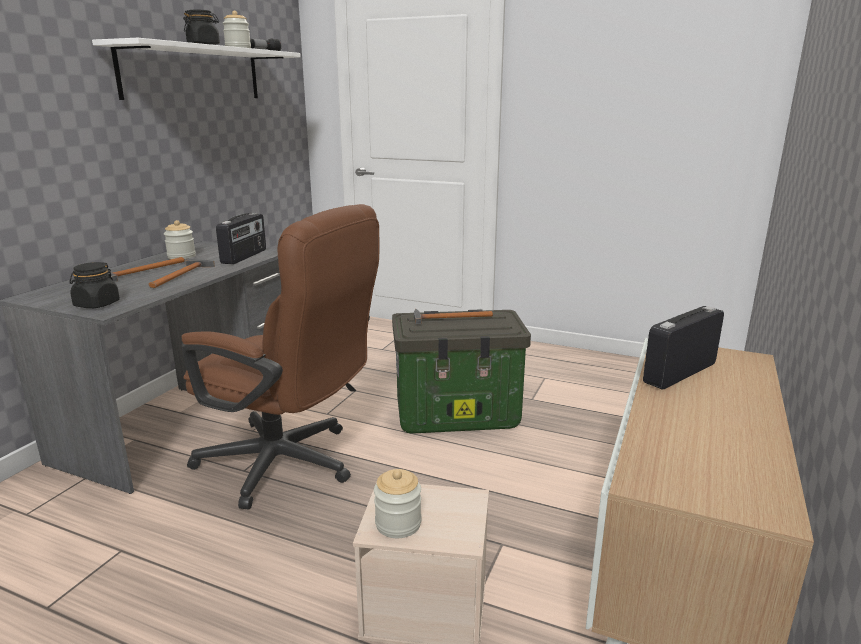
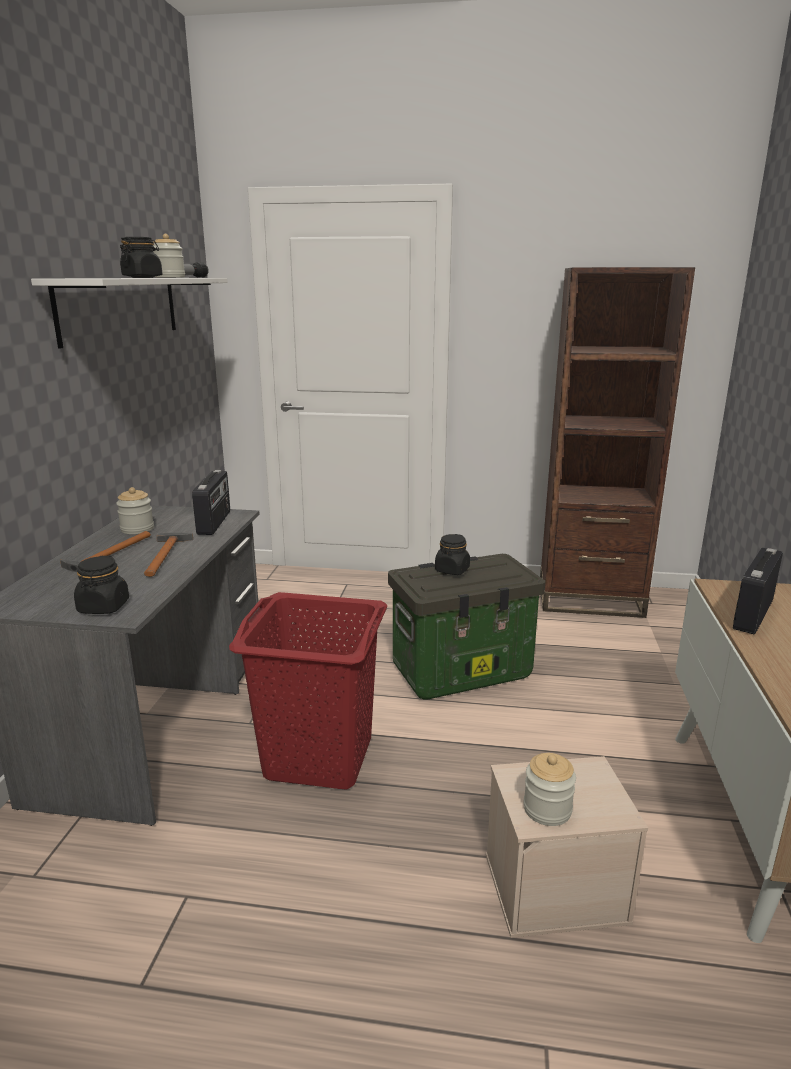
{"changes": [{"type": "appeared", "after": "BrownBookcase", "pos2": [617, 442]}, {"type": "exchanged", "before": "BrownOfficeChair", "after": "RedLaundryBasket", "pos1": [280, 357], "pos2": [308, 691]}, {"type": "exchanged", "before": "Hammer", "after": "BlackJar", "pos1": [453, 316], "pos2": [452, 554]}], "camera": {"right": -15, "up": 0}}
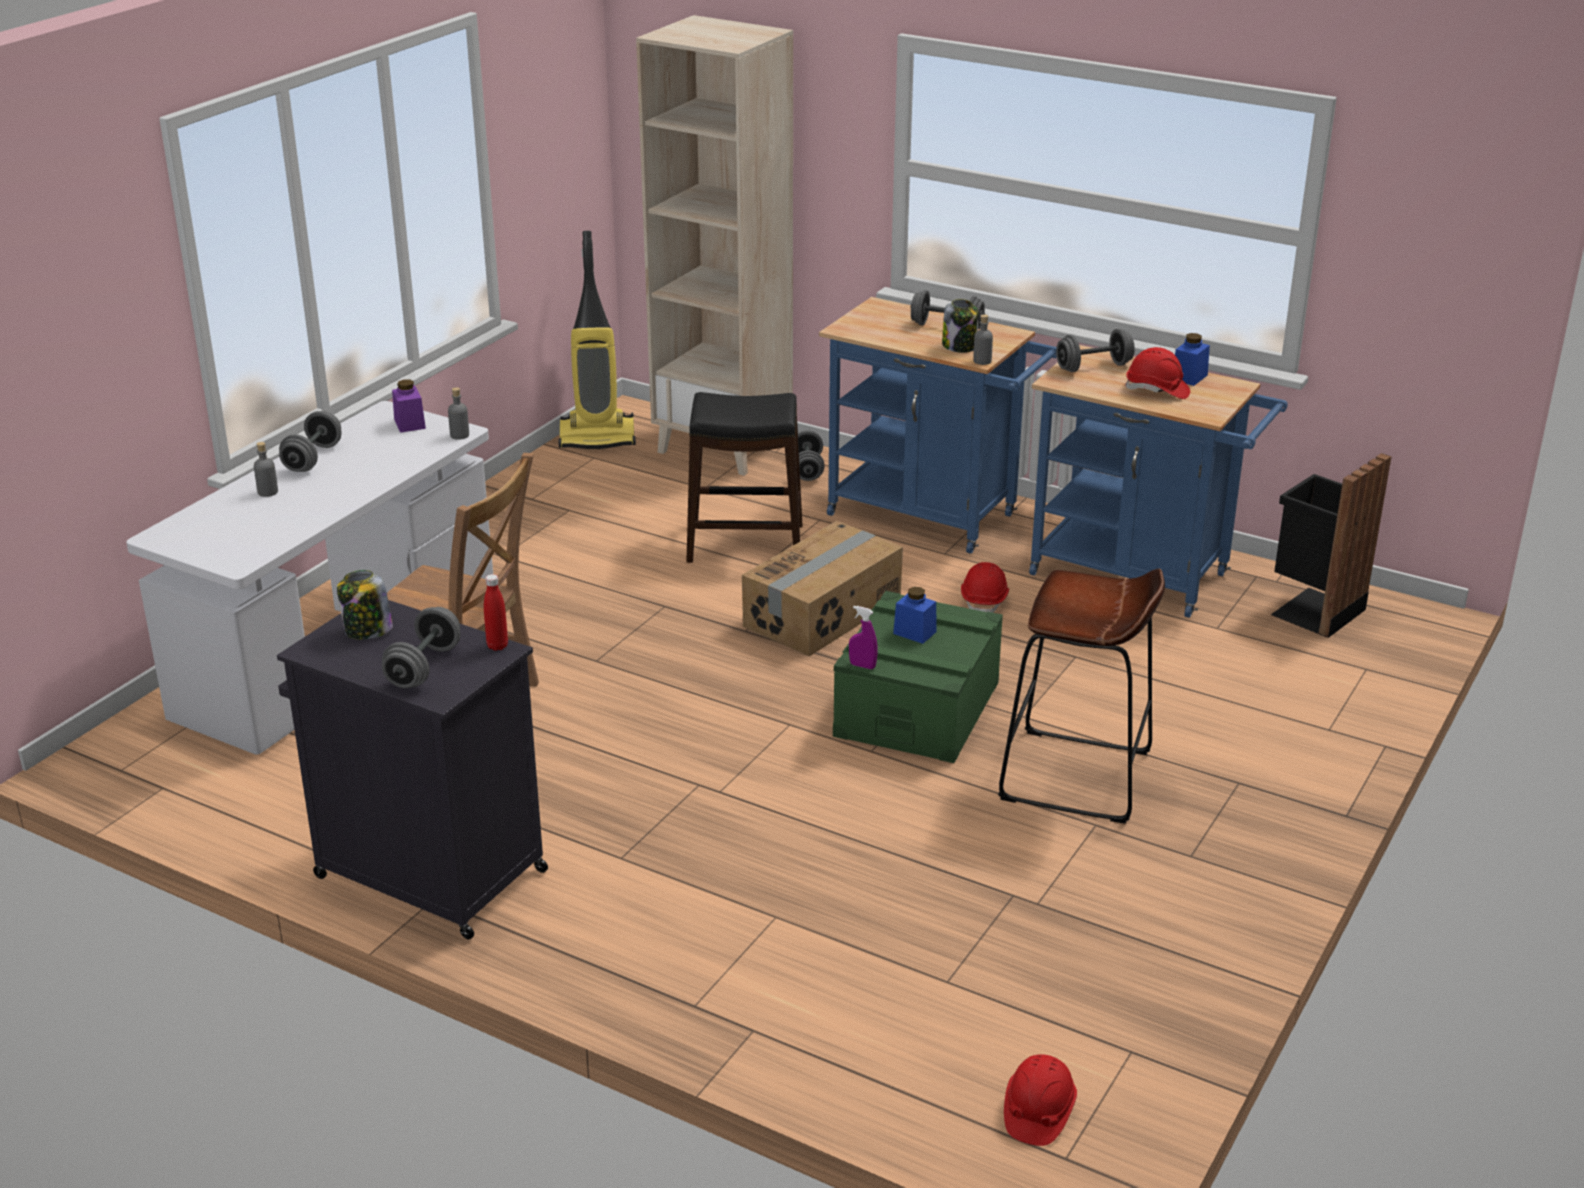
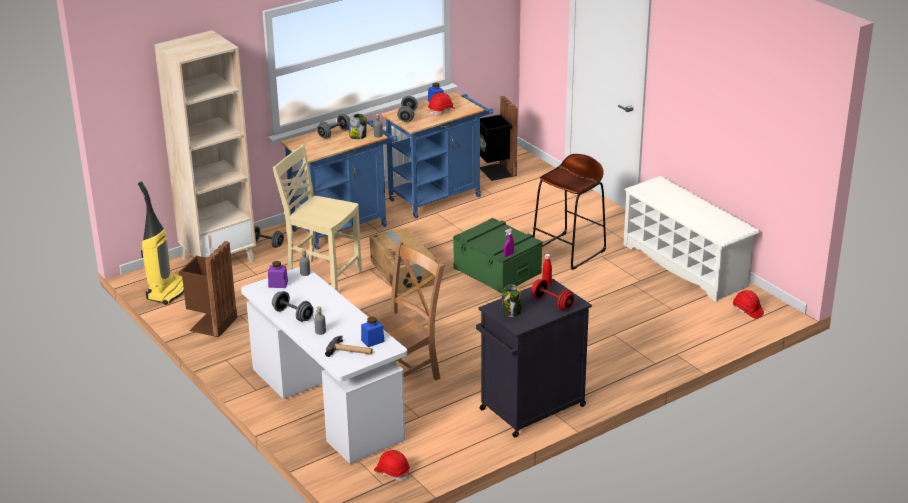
{"changes": [{"type": "appeared", "after": "BrownTrashCan", "pos2": [208, 289]}, {"type": "appeared", "after": "Hammer", "pos2": [349, 346]}, {"type": "appeared", "after": "WhiteShoeRack", "pos2": [691, 239]}, {"type": "relocated", "before": "BlueJar", "pos1": [915, 615], "pos2": [373, 332]}, {"type": "relocated", "before": "RedHardHat", "pos1": [985, 587], "pos2": [392, 465]}, {"type": "exchanged", "before": "BlackStool", "after": "BeigeChair", "pos1": [744, 477], "pos2": [317, 218]}, {"type": "colour", "before": "GreyDumbbell", "after": "RedDumbbell", "pos1": [421, 647], "pos2": [553, 294]}], "camera": {"right": -65, "up": 0}}
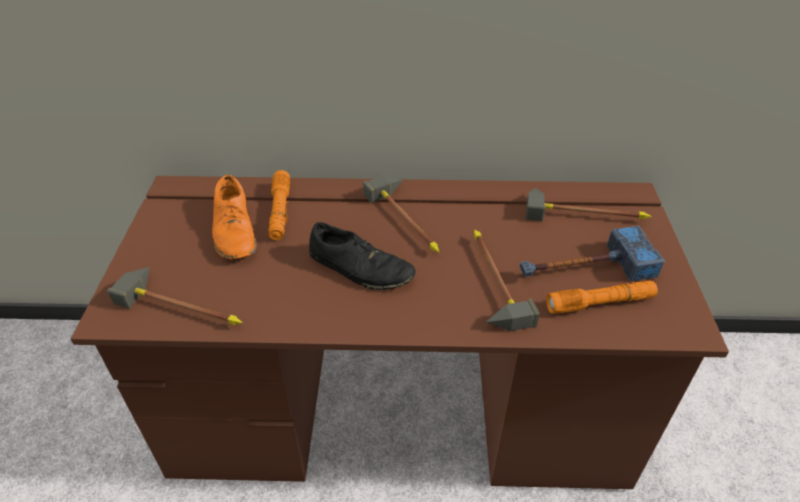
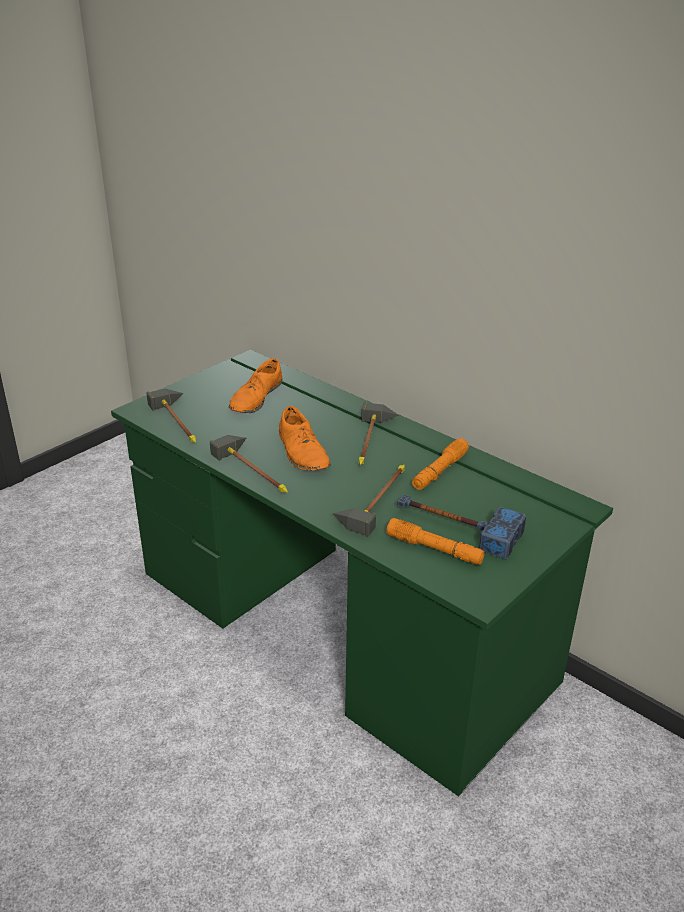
{"changes": [{"type": "relocated", "before": "OrangeFlashlight", "pos1": [279, 205], "pos2": [440, 464]}, {"type": "relocated", "before": "Hammer", "pos1": [588, 204], "pos2": [249, 464]}, {"type": "colour", "before": "BrownDesk", "after": "GreenDesk", "pos1": [400, 332], "pos2": [362, 573]}, {"type": "colour", "before": "BlackShoe", "after": "OrangeShoe", "pos1": [362, 256], "pos2": [305, 438]}], "camera": {"right": 40, "up": -10}}
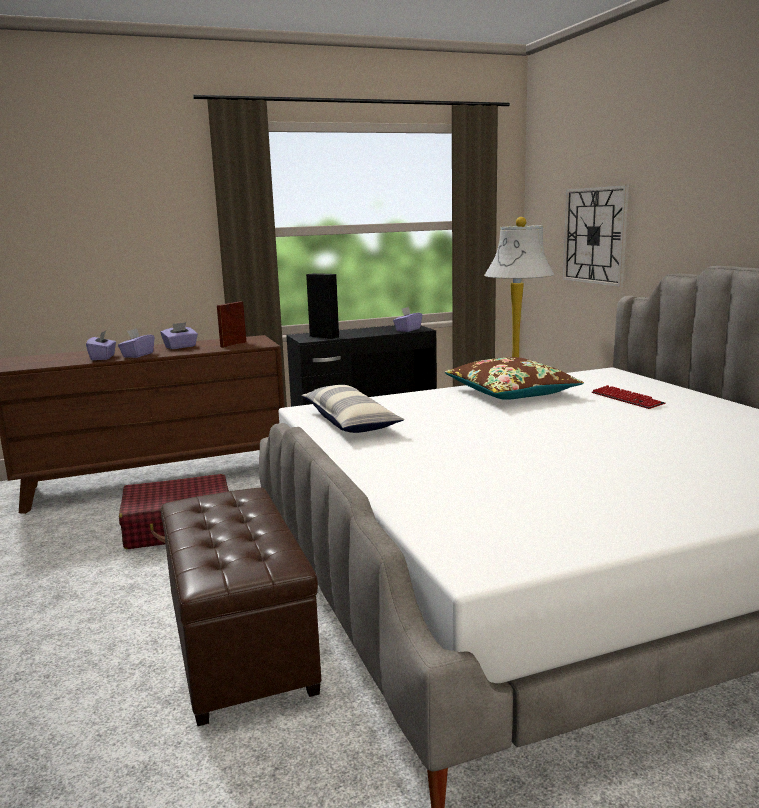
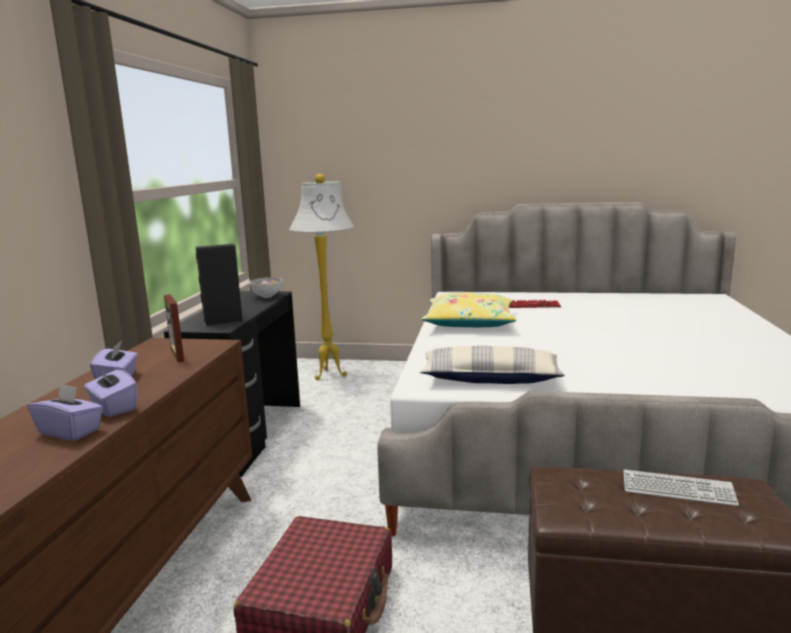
{"changes": [{"type": "missing", "before": "WallClock", "pos1": [596, 236]}, {"type": "appeared", "after": "Keyboard", "pos2": [681, 488]}, {"type": "exchanged", "before": "PurpleTissueBox", "after": "Bowl", "pos1": [407, 319], "pos2": [266, 288]}, {"type": "colour", "before": "BrownPillow", "after": "YellowPillow", "pos1": [514, 378], "pos2": [468, 310]}], "camera": {"right": -60, "up": 0}}
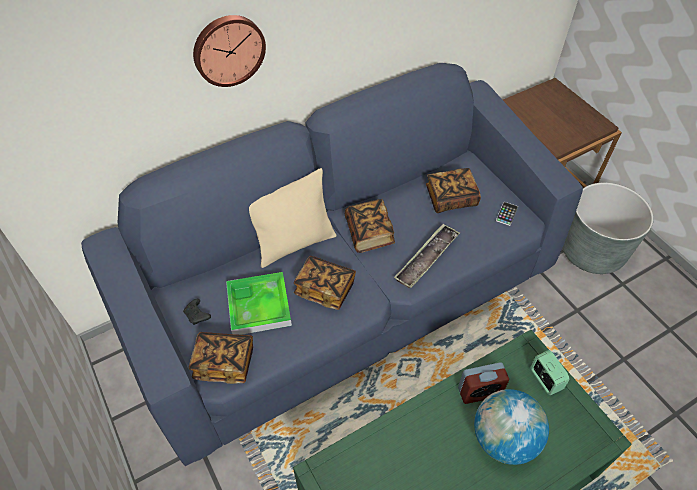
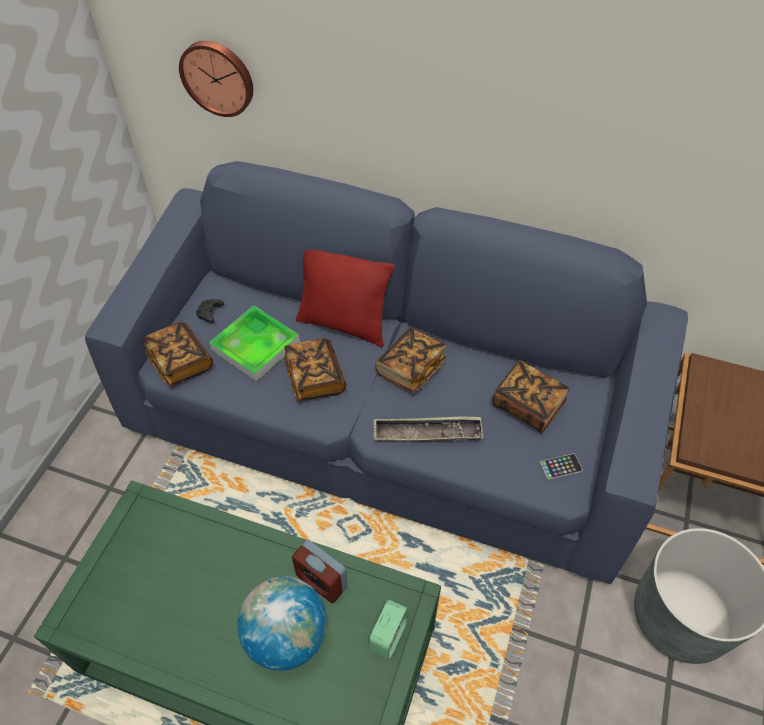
{"changes": [{"type": "relocated", "before": "WallClock", "pos1": [229, 51], "pos2": [216, 79]}, {"type": "colour", "before": "BeigePillow", "after": "RedPillow", "pos1": [292, 218], "pos2": [345, 298]}], "camera": {"right": 50, "up": 0}}
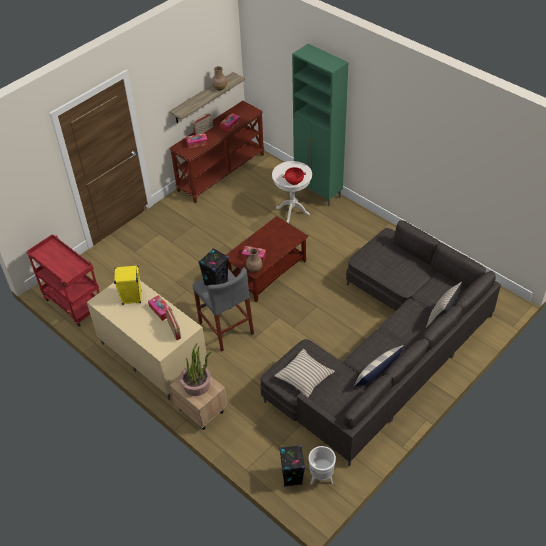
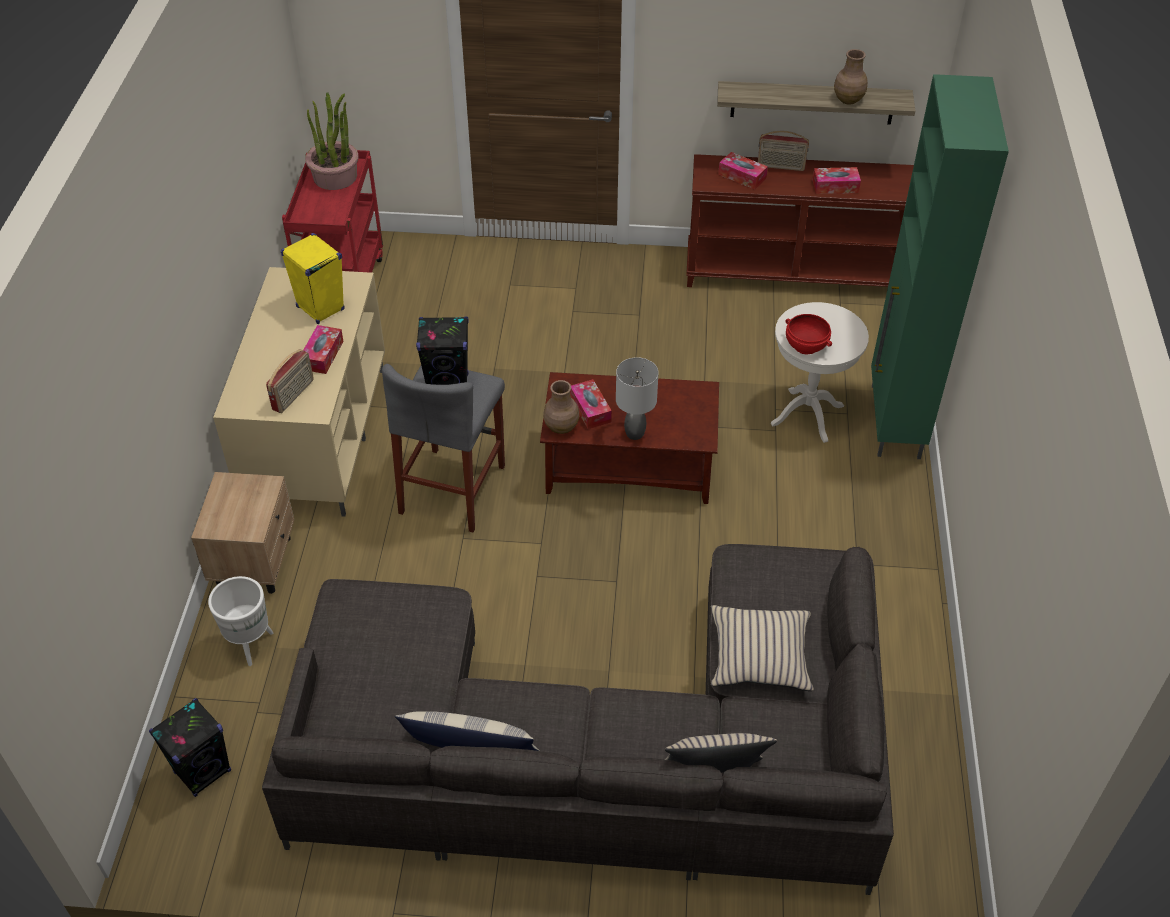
{"changes": [{"type": "appeared", "after": "GreyTableLamp", "pos2": [637, 398]}, {"type": "relocated", "before": "PottedPlant", "pos1": [195, 369], "pos2": [332, 141]}, {"type": "relocated", "before": "BeigePillow", "pos1": [304, 373], "pos2": [762, 648]}, {"type": "relocated", "before": "WhitePlanter", "pos1": [322, 465], "pos2": [240, 621]}], "camera": {"right": 50, "up": 0}}
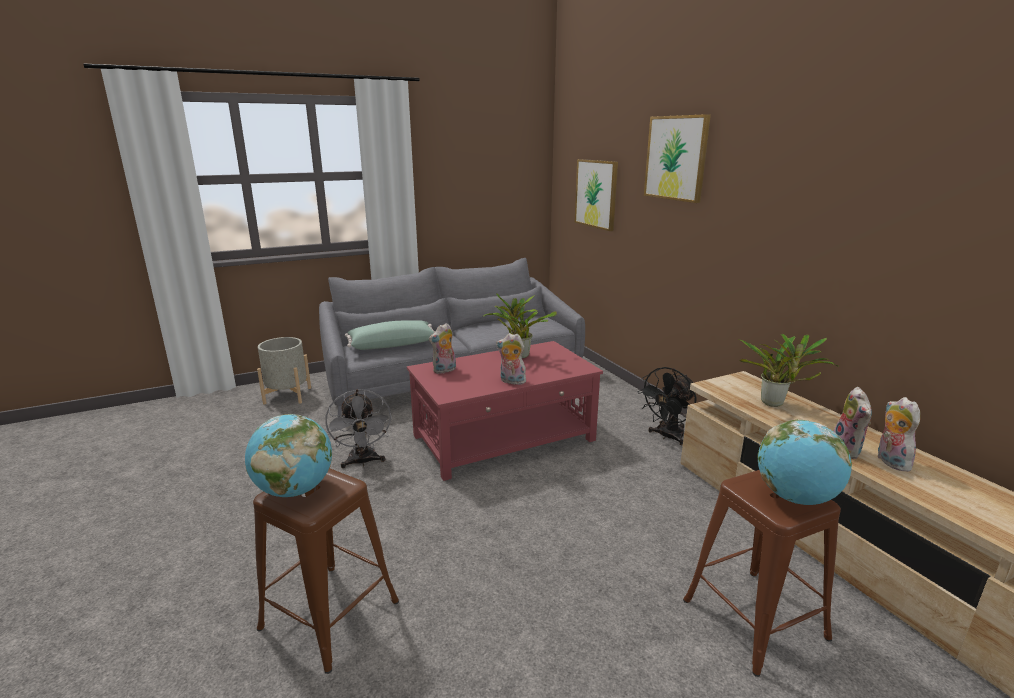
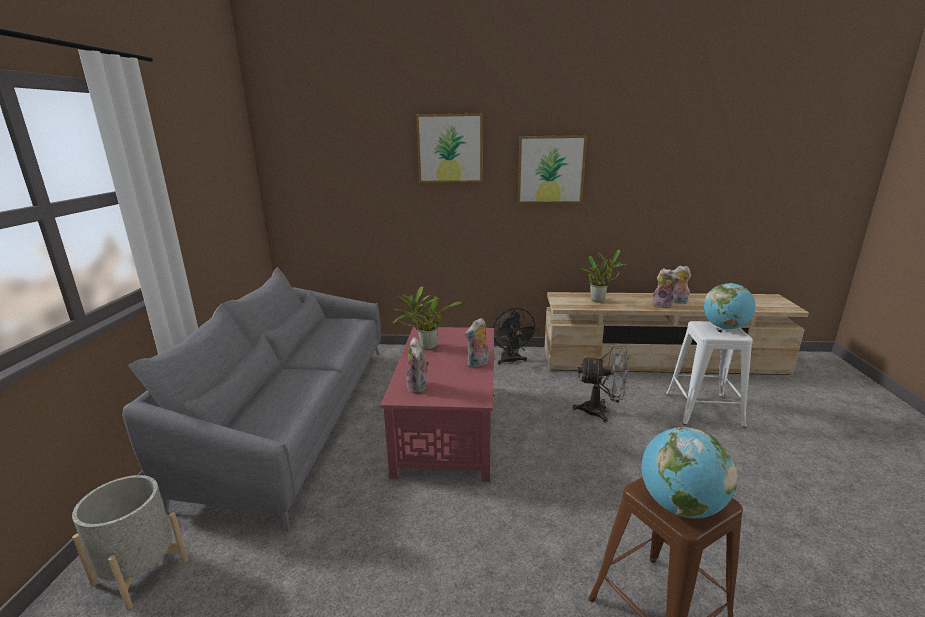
{"changes": [{"type": "missing", "before": "GreenPillow", "pos1": [390, 335]}, {"type": "relocated", "before": "GreyFan", "pos1": [358, 428], "pos2": [601, 384]}, {"type": "relocated", "before": "Picture", "pos1": [596, 195], "pos2": [552, 169]}, {"type": "colour", "before": "BrownStool", "after": "WhiteStool", "pos1": [762, 573], "pos2": [709, 374]}], "camera": {"right": -60, "up": 0}}
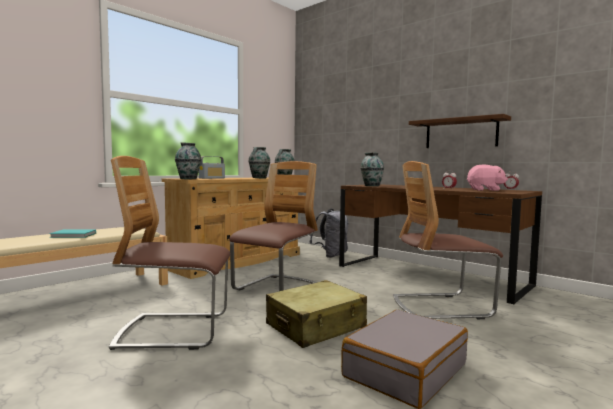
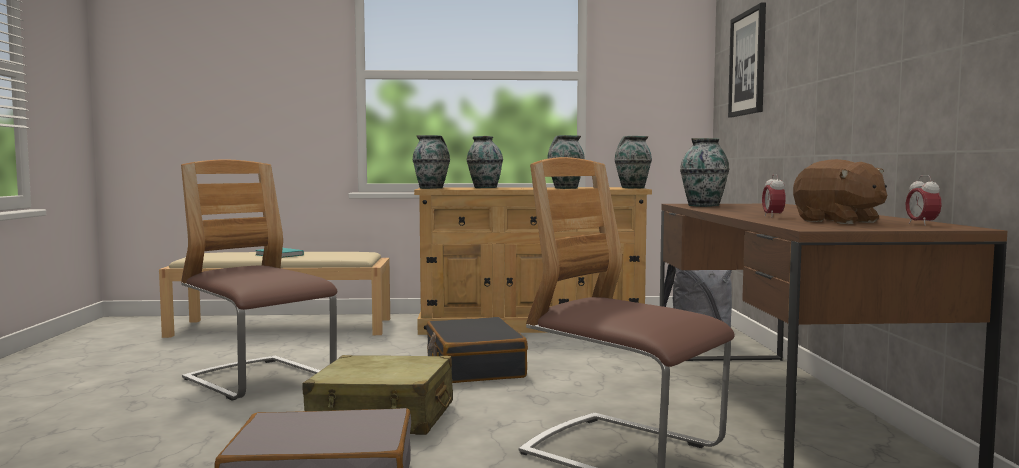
{"changes": [{"type": "missing", "before": "Shelf", "pos1": [460, 131]}, {"type": "appeared", "after": "Picture", "pos2": [747, 60]}, {"type": "exchanged", "before": "Radio", "after": "Vase", "pos1": [212, 167], "pos2": [485, 162]}, {"type": "exchanged", "before": "Chair", "after": "BlackSuitcase", "pos1": [273, 226], "pos2": [477, 350]}, {"type": "colour", "before": "PinkPlushToy", "after": "BrownPlushToy", "pos1": [487, 178], "pos2": [840, 191]}], "camera": {"right": 45, "up": 0}}
